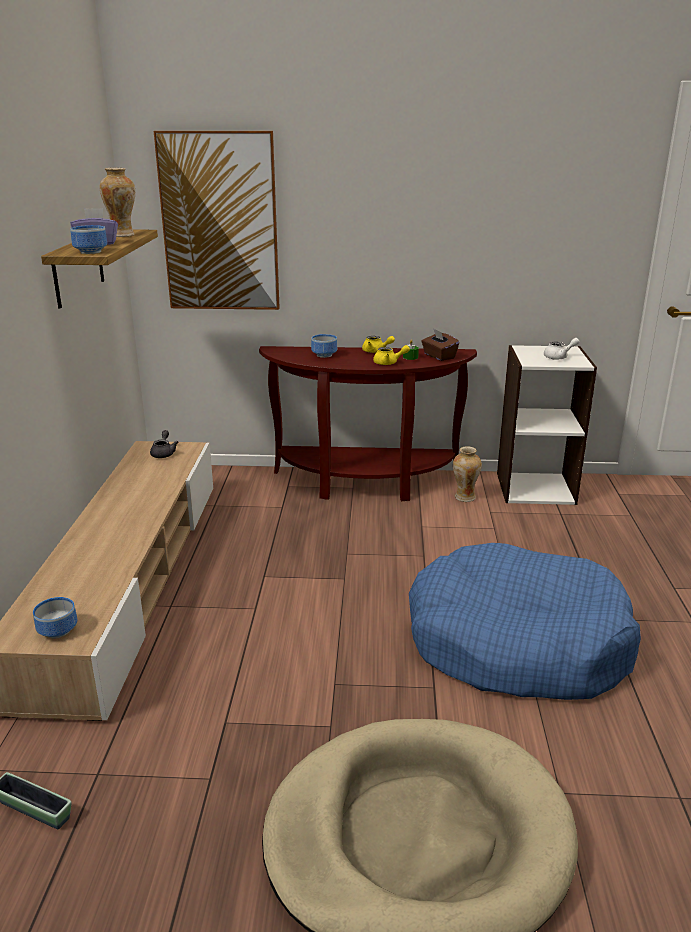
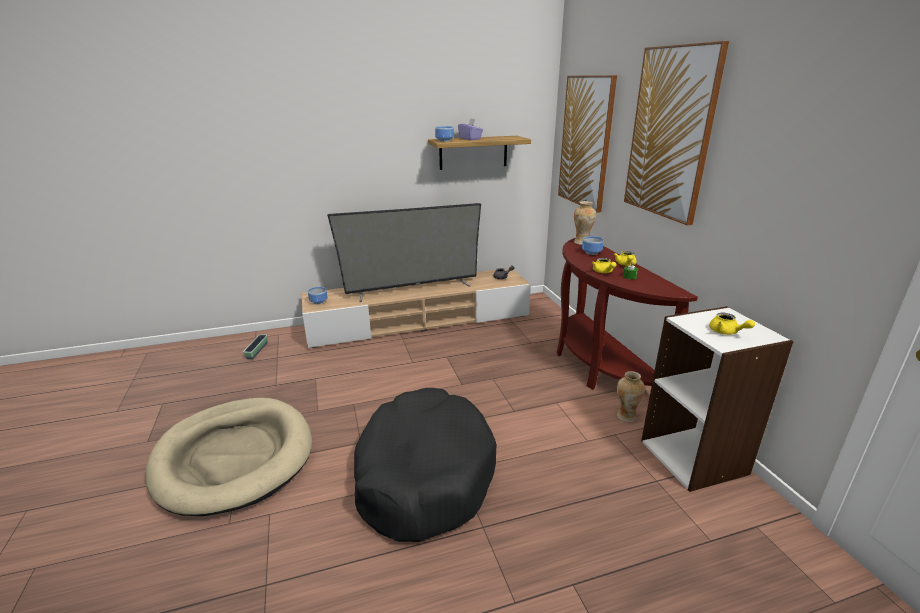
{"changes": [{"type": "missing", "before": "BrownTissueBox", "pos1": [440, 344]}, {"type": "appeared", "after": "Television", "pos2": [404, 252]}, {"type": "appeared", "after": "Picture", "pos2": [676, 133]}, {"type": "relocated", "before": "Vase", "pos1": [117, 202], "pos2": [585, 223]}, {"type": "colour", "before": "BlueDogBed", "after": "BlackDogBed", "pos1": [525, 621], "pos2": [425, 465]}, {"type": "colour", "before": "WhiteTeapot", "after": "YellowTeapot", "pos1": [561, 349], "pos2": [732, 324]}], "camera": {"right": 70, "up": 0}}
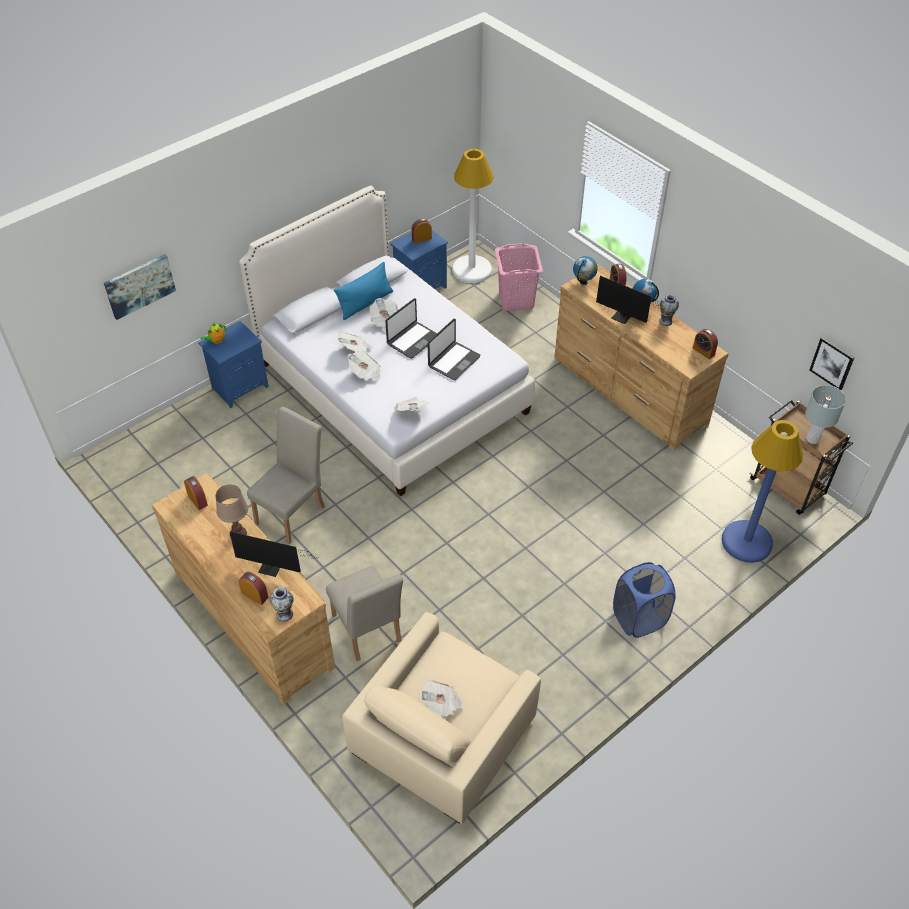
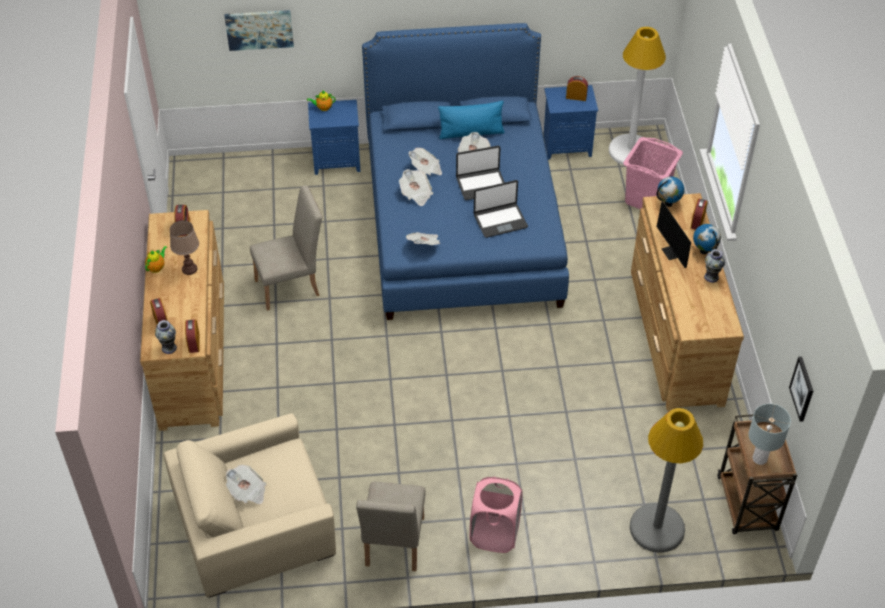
{"changes": [{"type": "missing", "before": "Monitor", "pos1": [272, 554]}, {"type": "appeared", "after": "Teapot", "pos2": [156, 259]}, {"type": "relocated", "before": "BeigeChair", "pos1": [364, 613], "pos2": [391, 526]}, {"type": "relocated", "before": "AlarmClock", "pos1": [705, 344], "pos2": [192, 336]}, {"type": "colour", "before": "WhiteBed", "after": "BlueBed", "pos1": [387, 341], "pos2": [465, 171]}, {"type": "colour", "before": "BlueLaundryBasket", "after": "PinkLaundryBasket", "pos1": [644, 600], "pos2": [496, 515]}, {"type": "colour", "before": "BlueFloorLamp", "after": "GreyFloorLamp", "pos1": [762, 491], "pos2": [666, 480]}], "camera": {"right": 35, "up": 0}}
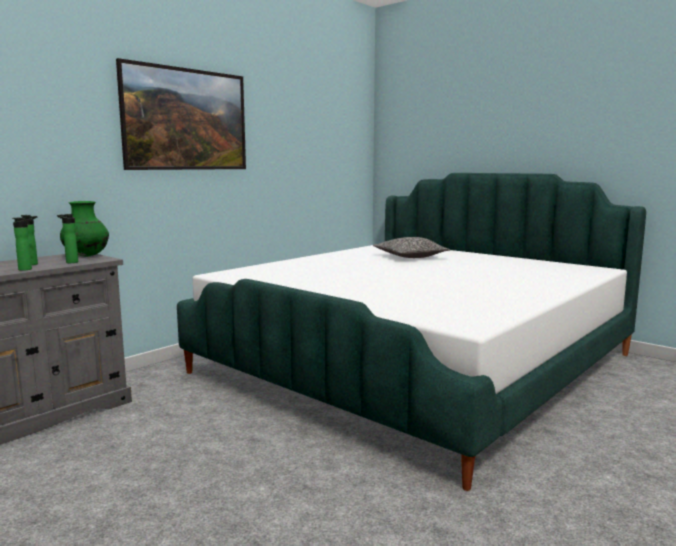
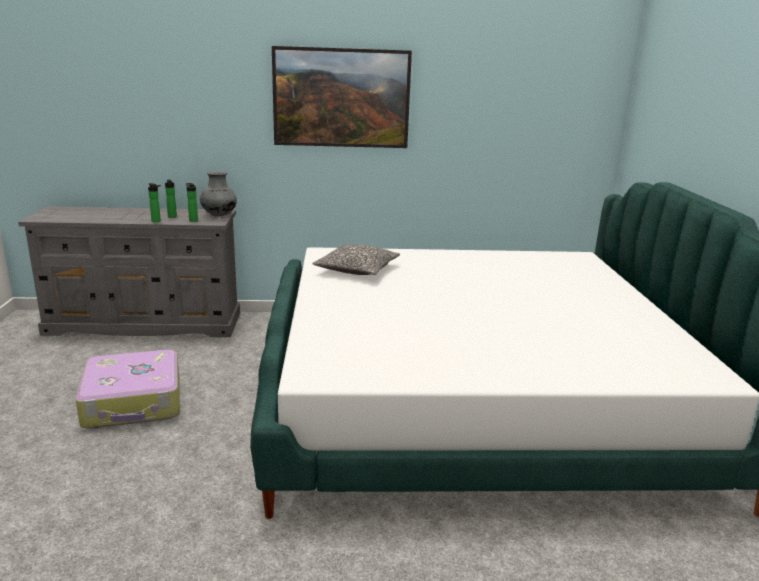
{"changes": [{"type": "appeared", "after": "Suitcase", "pos2": [128, 389]}, {"type": "relocated", "before": "Pillow", "pos1": [411, 247], "pos2": [356, 259]}, {"type": "colour", "before": "GreenVase", "after": "GreyVase", "pos1": [84, 229], "pos2": [218, 194]}], "camera": {"right": 45, "up": 10}}
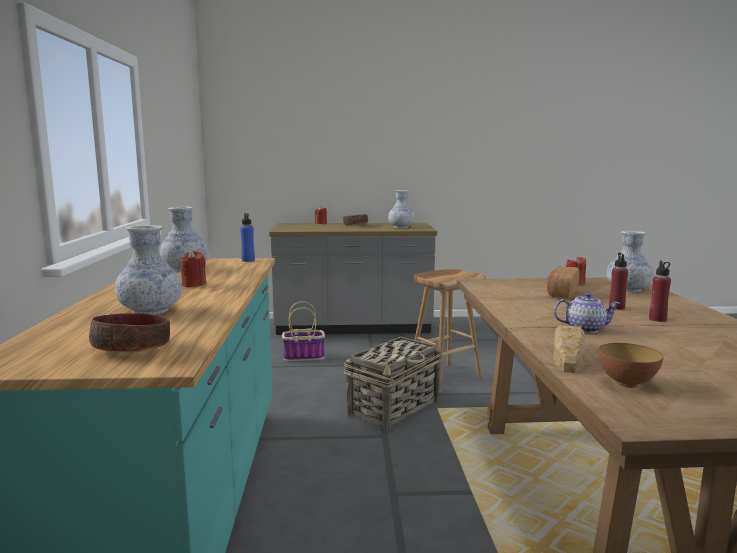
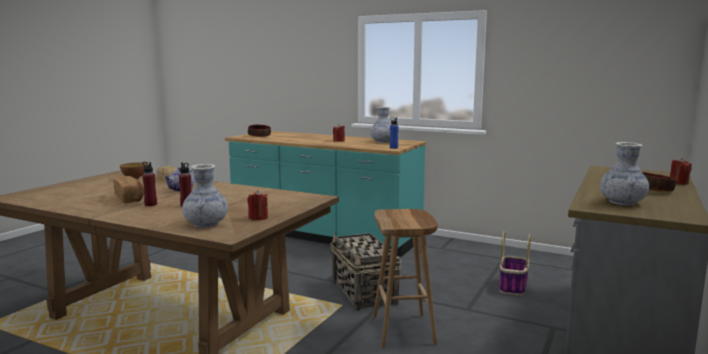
{"changes": [{"type": "missing", "before": "Vase", "pos1": [148, 270]}, {"type": "relocated", "before": "Bread", "pos1": [563, 282], "pos2": [129, 189]}], "camera": {"right": 120, "up": 0}}
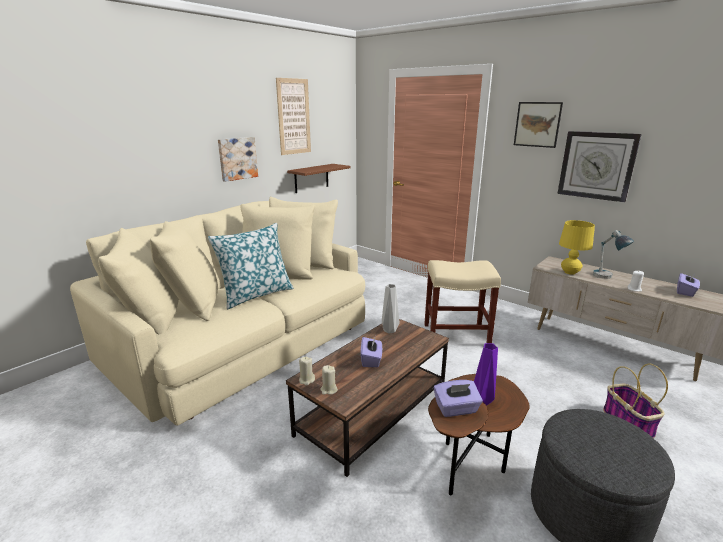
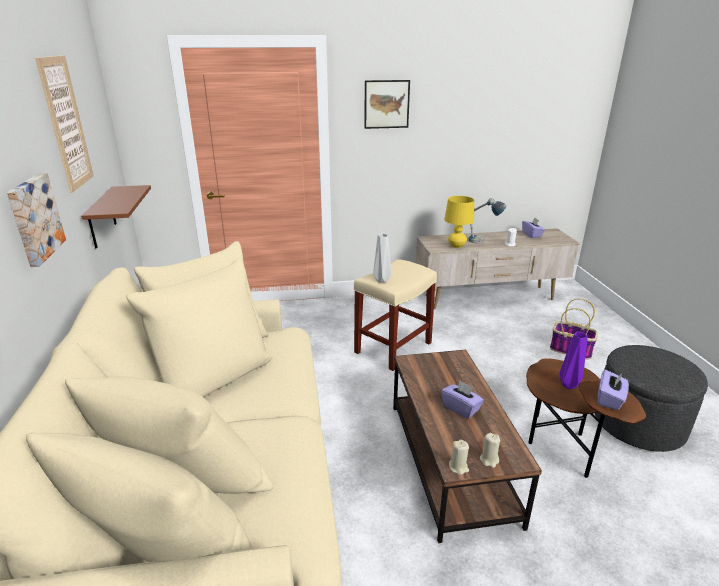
{"changes": [{"type": "missing", "before": "Pillow", "pos1": [251, 266]}, {"type": "missing", "before": "WallClock", "pos1": [599, 166]}, {"type": "relocated", "before": "GreyVase", "pos1": [390, 309], "pos2": [382, 258]}], "camera": {"right": -50, "up": 5}}
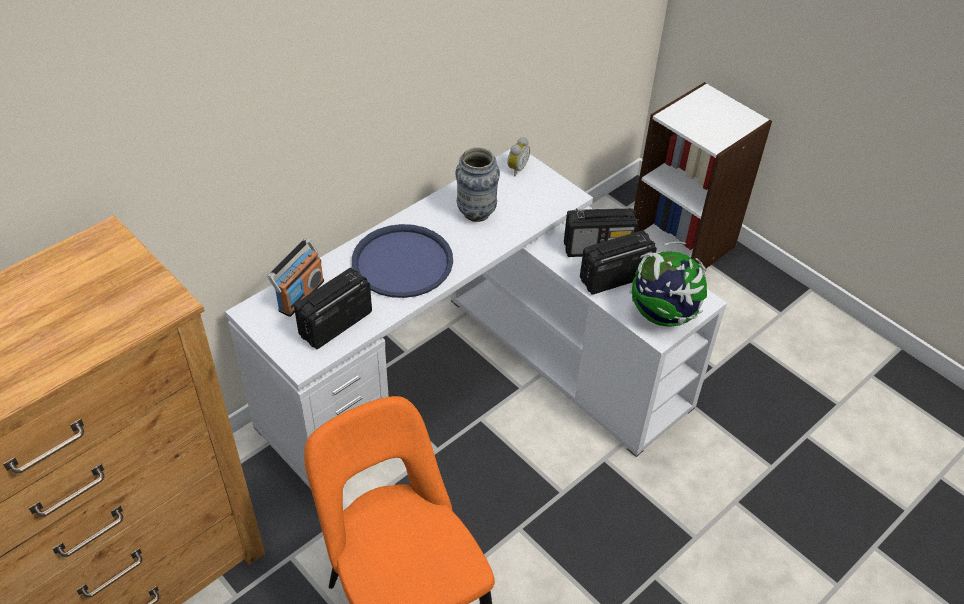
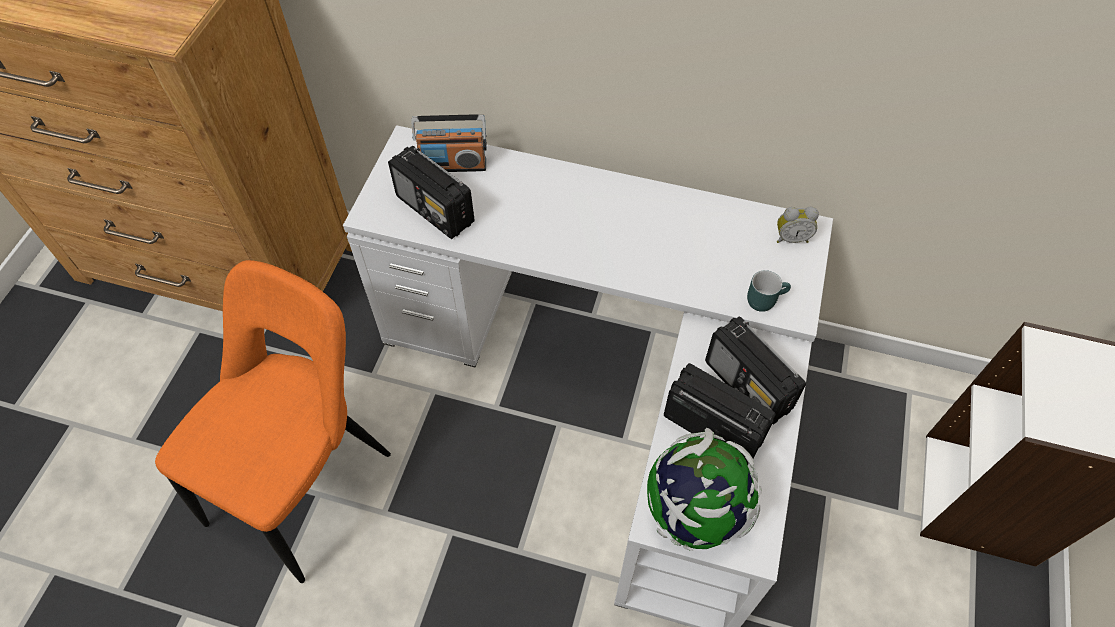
{"changes": [{"type": "missing", "before": "BlueTray", "pos1": [402, 261]}, {"type": "missing", "before": "Vase", "pos1": [477, 184]}, {"type": "appeared", "after": "TurquoiseMug", "pos2": [769, 291]}, {"type": "spun", "before": "Radio", "pos1": [333, 308], "pos2": [431, 192], "turn": -150}], "camera": {"right": 60, "up": 10}}
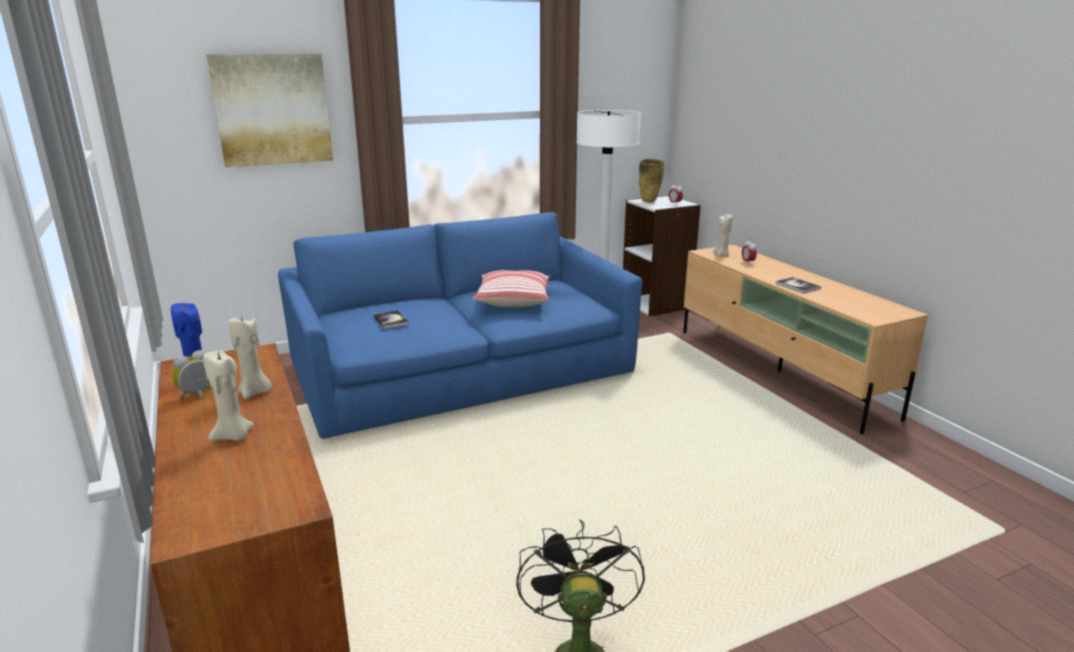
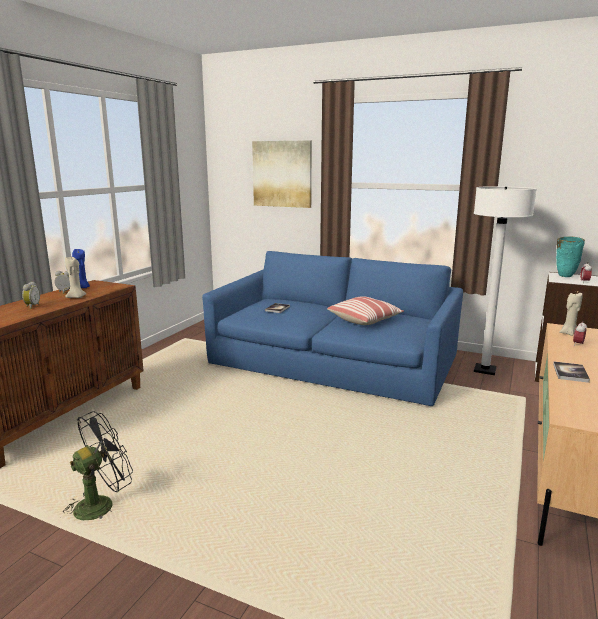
{"changes": [{"type": "exchanged", "before": "BeigeCandle", "after": "AlarmClock", "pos1": [228, 395], "pos2": [31, 295]}, {"type": "colour", "before": "BeigeVase", "after": "TurquoiseVase", "pos1": [651, 180], "pos2": [570, 256]}], "camera": {"right": 50, "up": -5}}
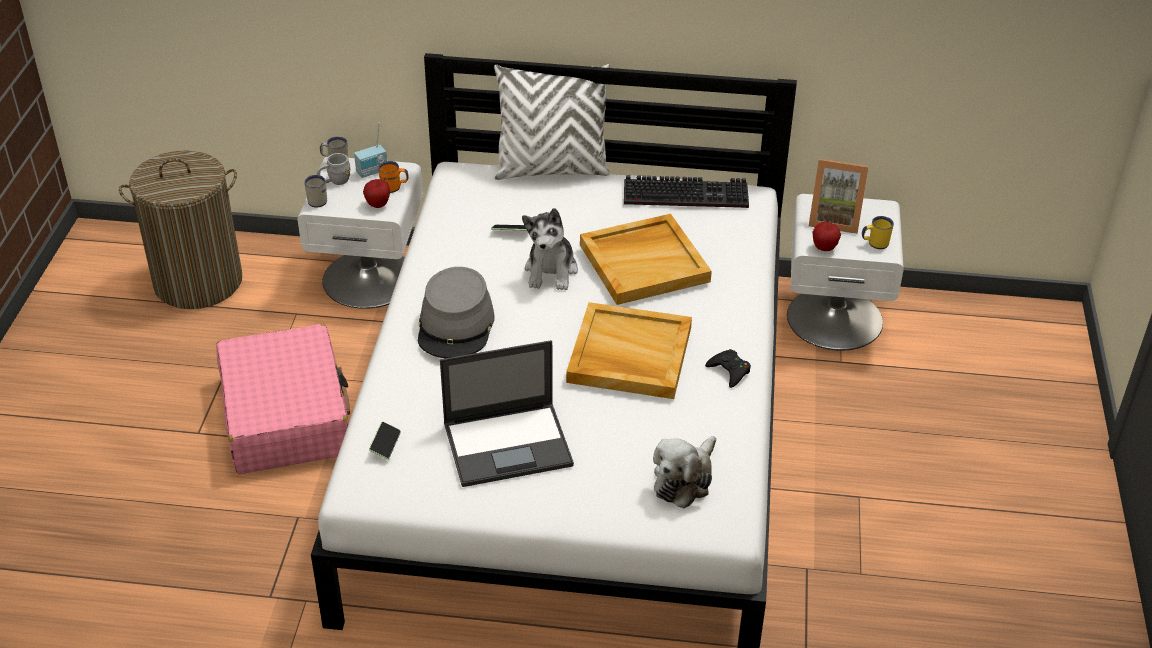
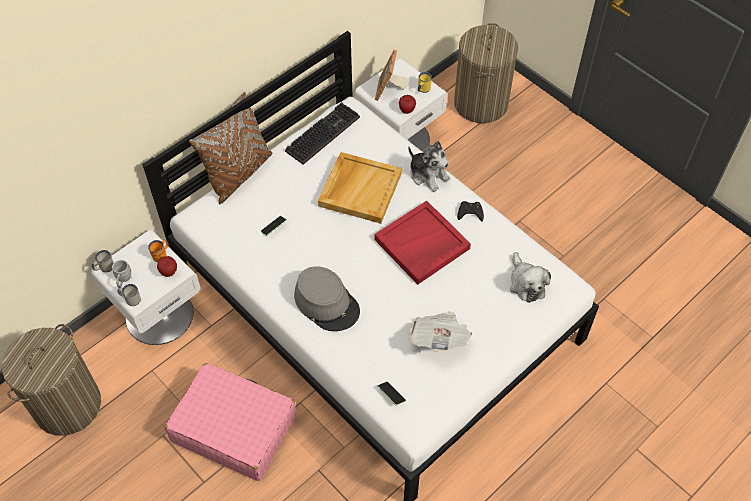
{"changes": [{"type": "missing", "before": "Radio", "pos1": [370, 150]}, {"type": "appeared", "after": "LaundryBasket", "pos2": [486, 73]}, {"type": "relocated", "before": "PlushToy", "pos1": [550, 249], "pos2": [429, 166]}, {"type": "exchanged", "before": "Laptop", "after": "Newspaper", "pos1": [507, 413], "pos2": [440, 332]}, {"type": "colour", "before": "WhitePillow", "after": "BrownPillow", "pos1": [552, 122], "pos2": [230, 148]}, {"type": "colour", "before": "BeigeTray", "after": "RedTray", "pos1": [629, 350], "pos2": [422, 243]}, {"type": "spun", "before": "PictureFrame", "pos1": [839, 196], "pos2": [392, 75], "turn": 135}], "camera": {"right": -50, "up": 15}}
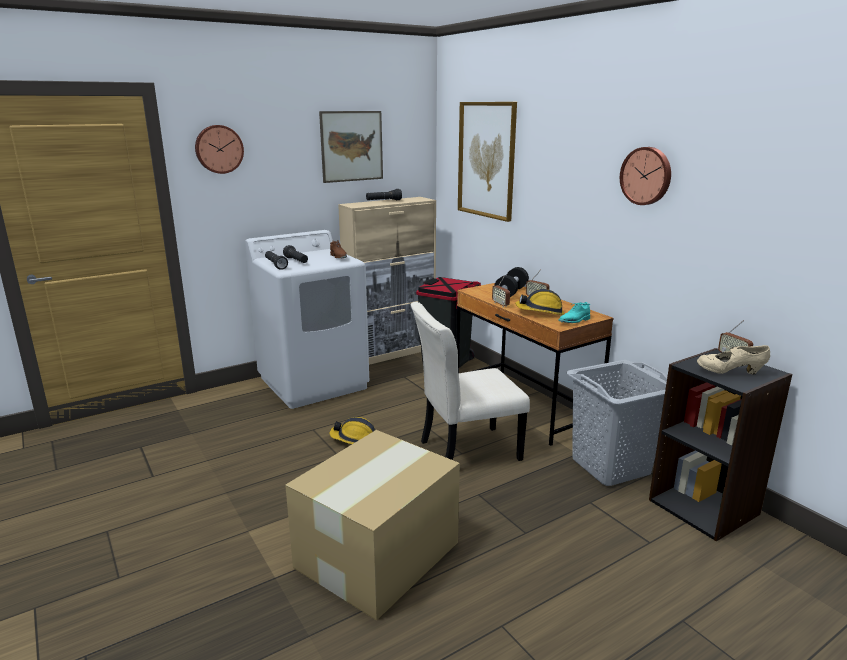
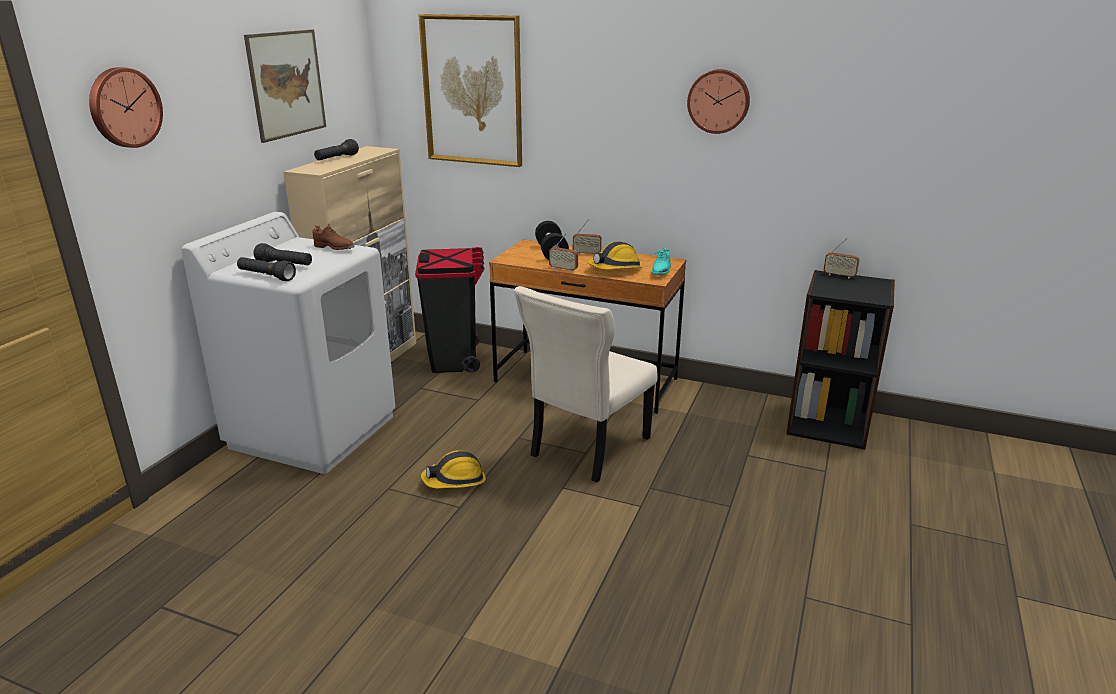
{"changes": [{"type": "missing", "before": "CardboardBox", "pos1": [372, 525]}, {"type": "missing", "before": "GreyLaundryBasket", "pos1": [616, 423]}, {"type": "missing", "before": "BeigeShoe", "pos1": [733, 359]}], "camera": {"right": -35, "up": 5}}
